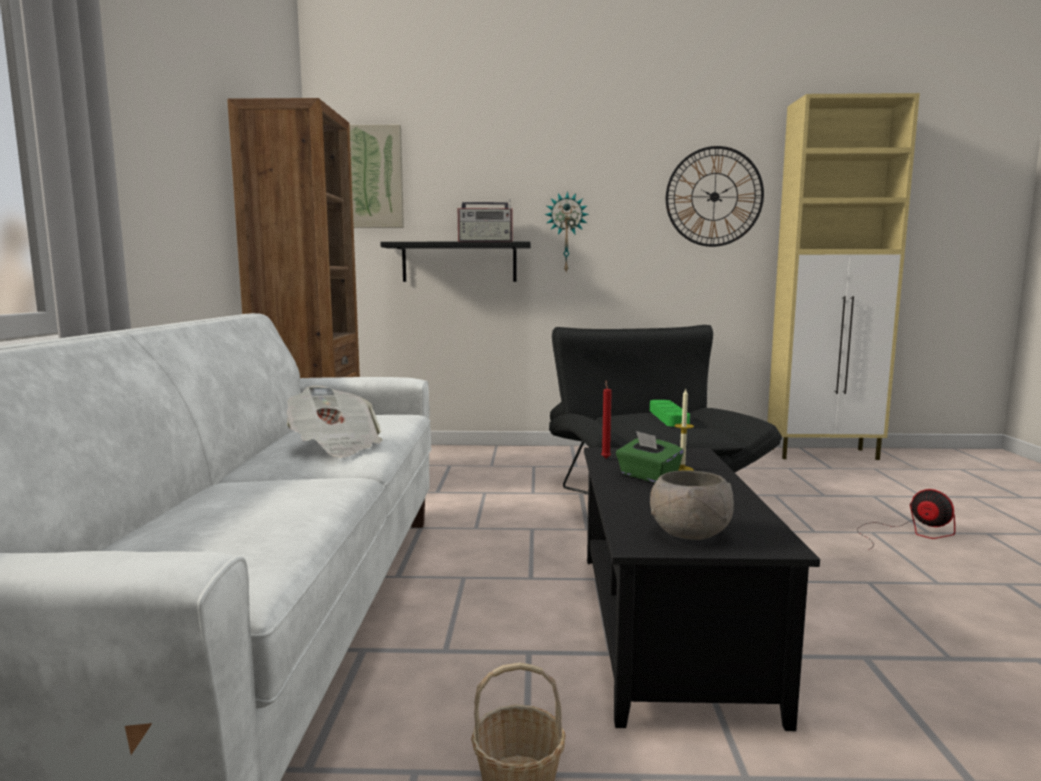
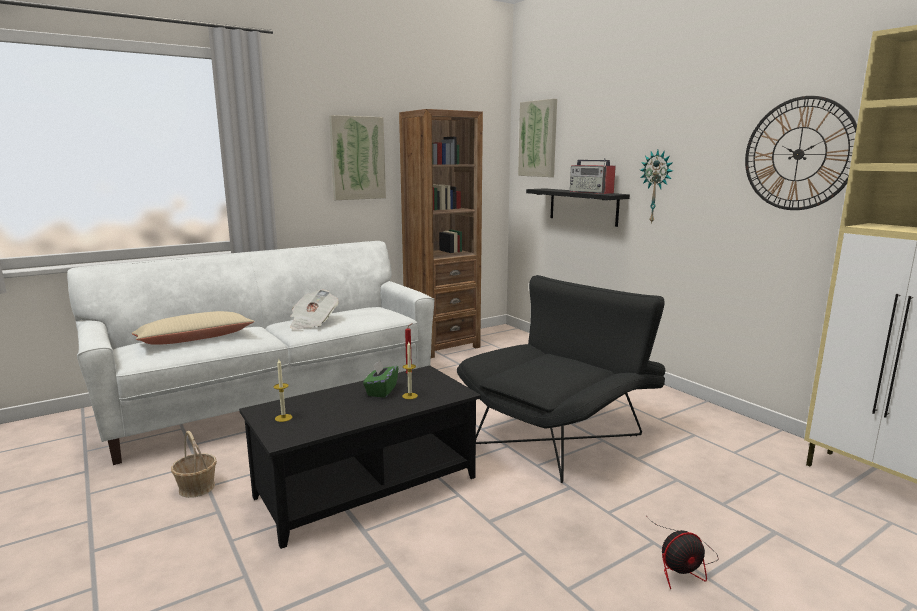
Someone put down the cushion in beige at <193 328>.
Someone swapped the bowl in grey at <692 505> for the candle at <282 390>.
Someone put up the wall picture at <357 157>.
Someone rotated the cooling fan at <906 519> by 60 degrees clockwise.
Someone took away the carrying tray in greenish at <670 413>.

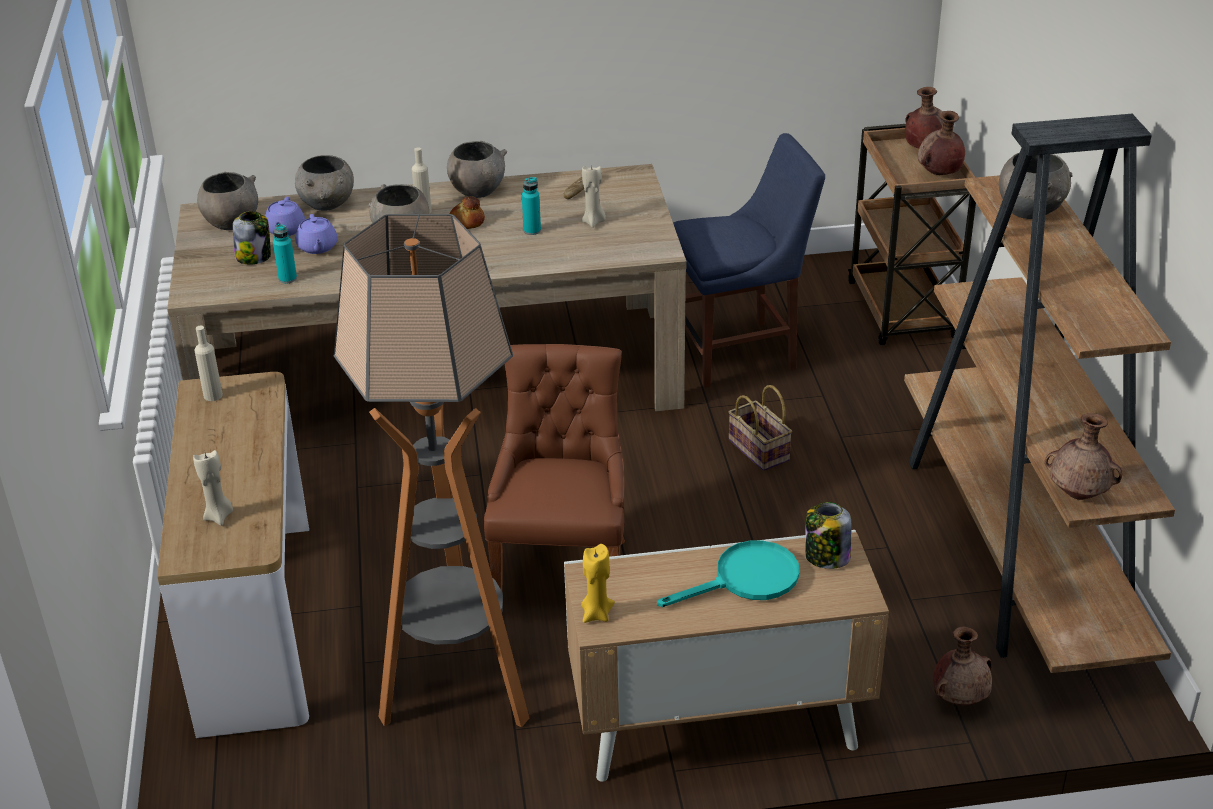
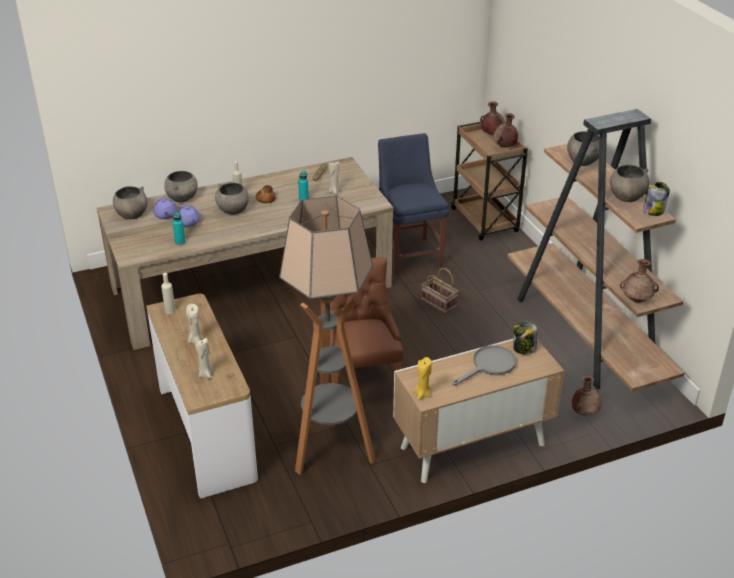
Someone put down the candle in beige at <194 324>.
Someone rotated the chair in blue-coloured at <749 260> by 75 degrees counterclockwise.
Someone repainted the frying pan in turquoise-coloured at <728 573>, which became the frying pan in grey at <484 365>.
Someone carried the bowl in grey from <477 169> to <629 183>.
Someone carried the storage jar from <252 238> to <656 199>.

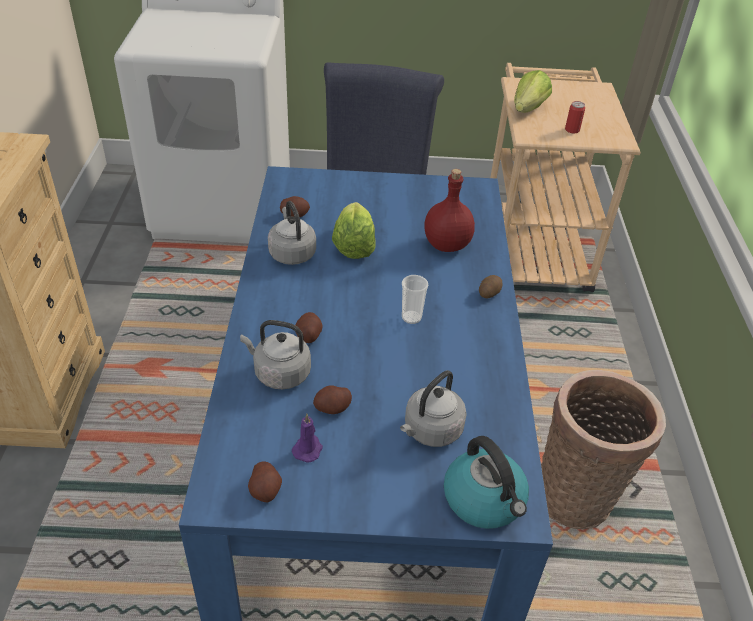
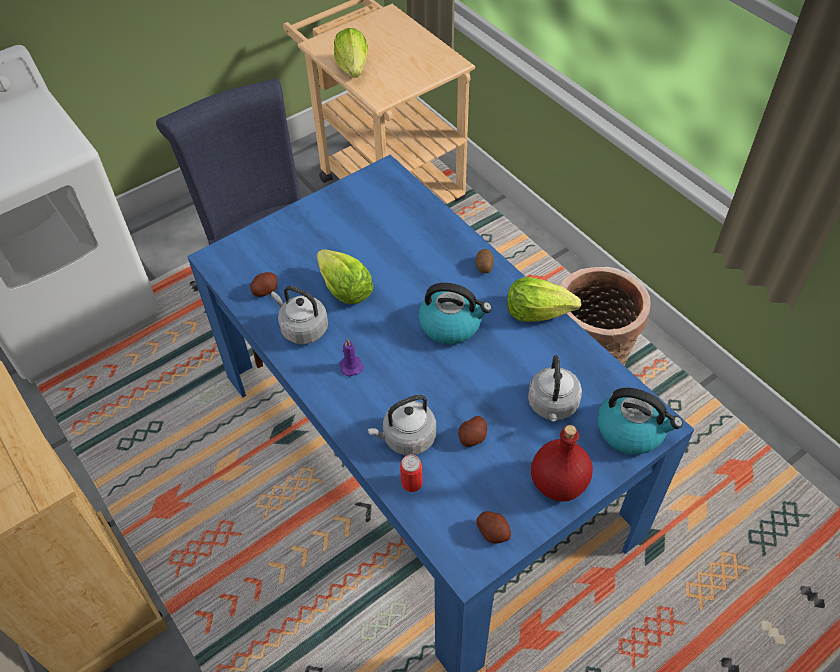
Someone carried the candle in purple from <307 438> to <352 357>.
Someone carried the metal can from <575 117> to <411 473>.
Someone swapped the small cup at <415 299> for the kettle at <455 314>.
Someone put down the lettuce at <544 299>.
Someone carried the beverage bottle in red-coloured from <449 210> to <562 463>.
Someone took away the potato at <309 327>.

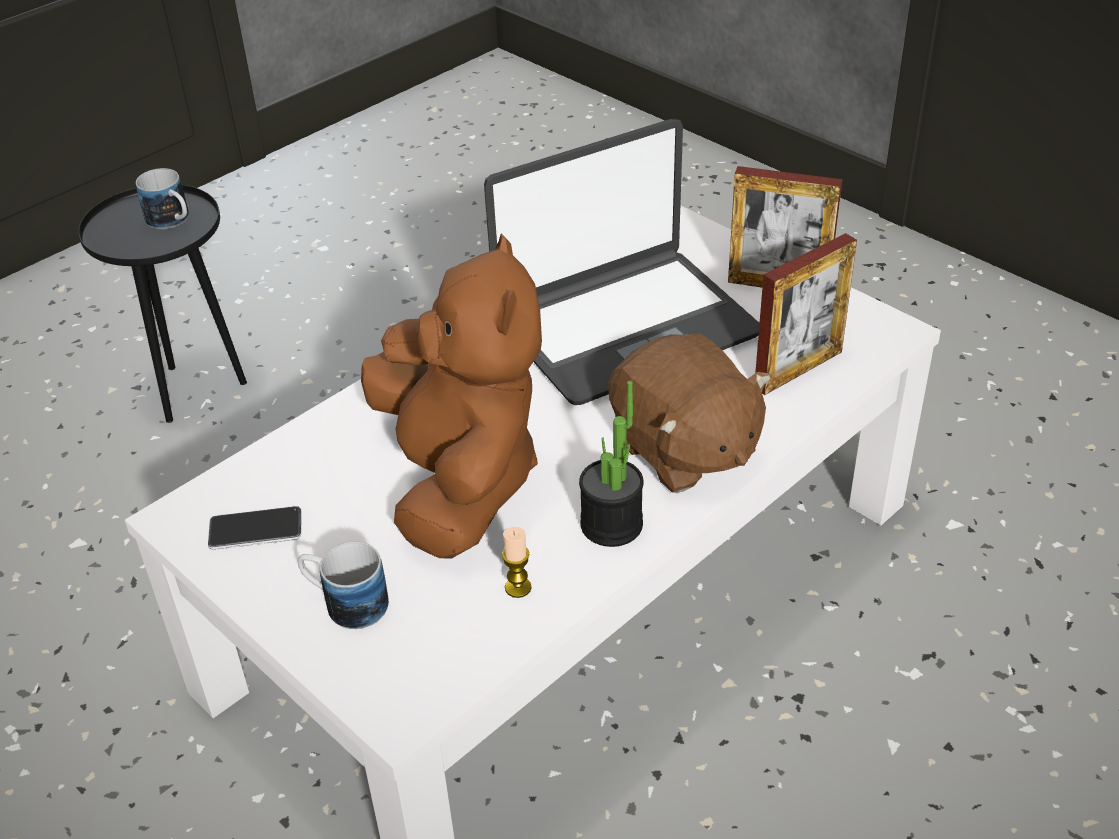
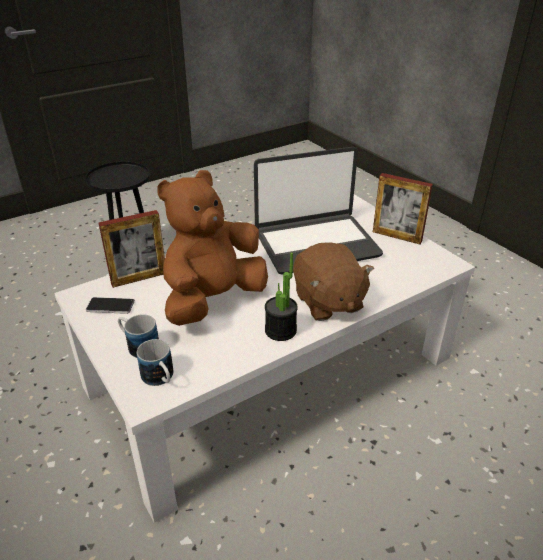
Someone carried the picture frame from <806 314> to <131 249>.
Someone carried the tea mug from <162 198> to <155 362>.
Someone rotated the soft toy in brownish at <451 396> by 135 degrees counterclockwise.
Someone took away the candle at <516 562>.

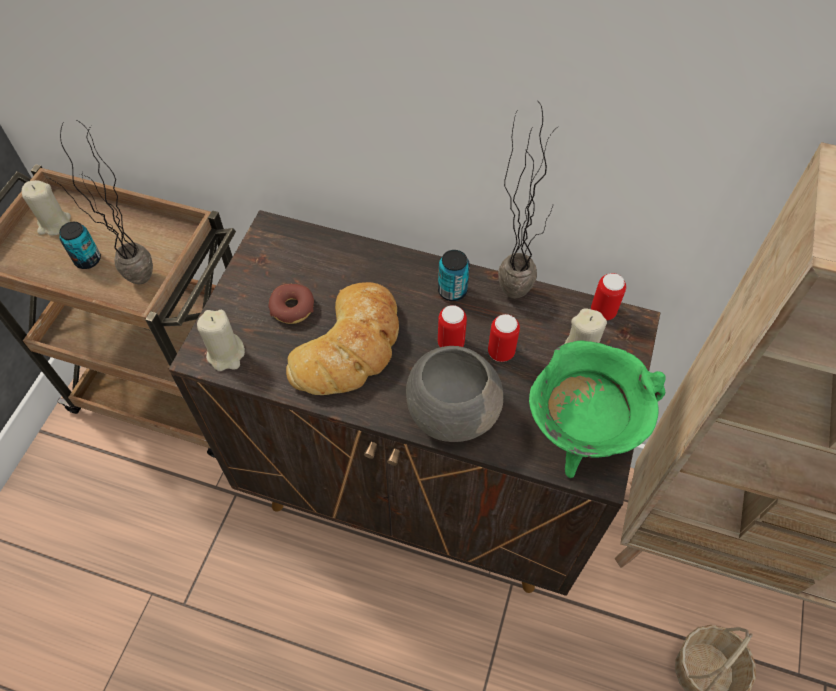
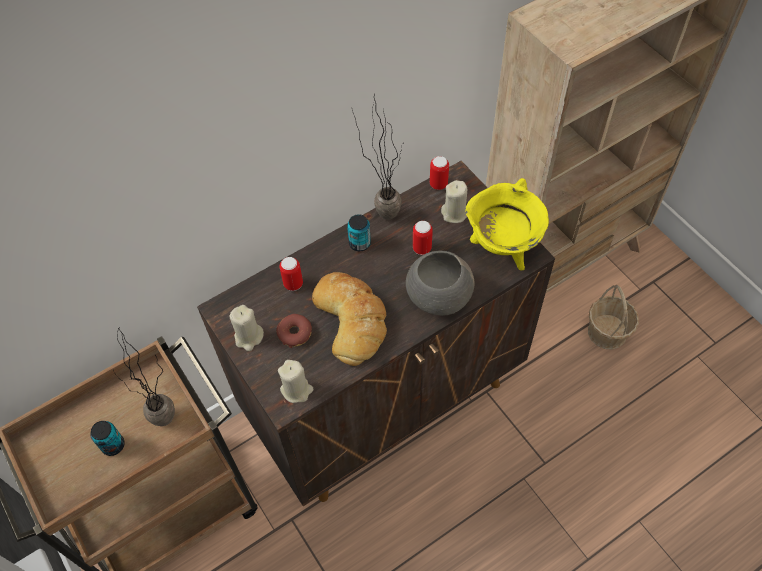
Someone carried the candle in beige from <46 208> to <246 328>.
Someone carried the metal can from <452 326> to <291 274>.
Someone repainted the saucepot in greenish at <597 409>, which became the saucepot in yellow at <507 224>.

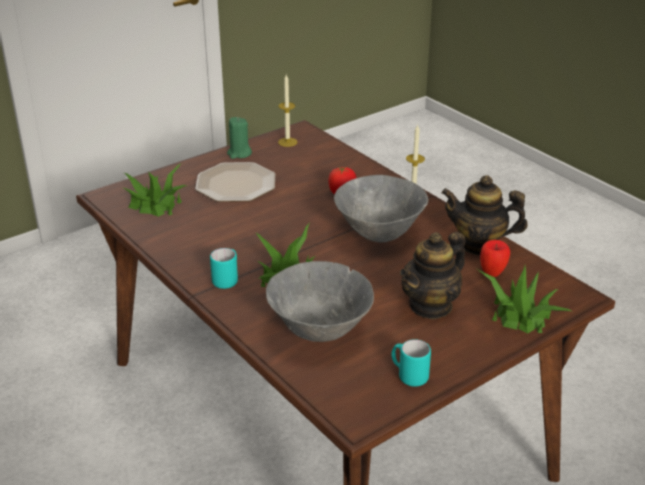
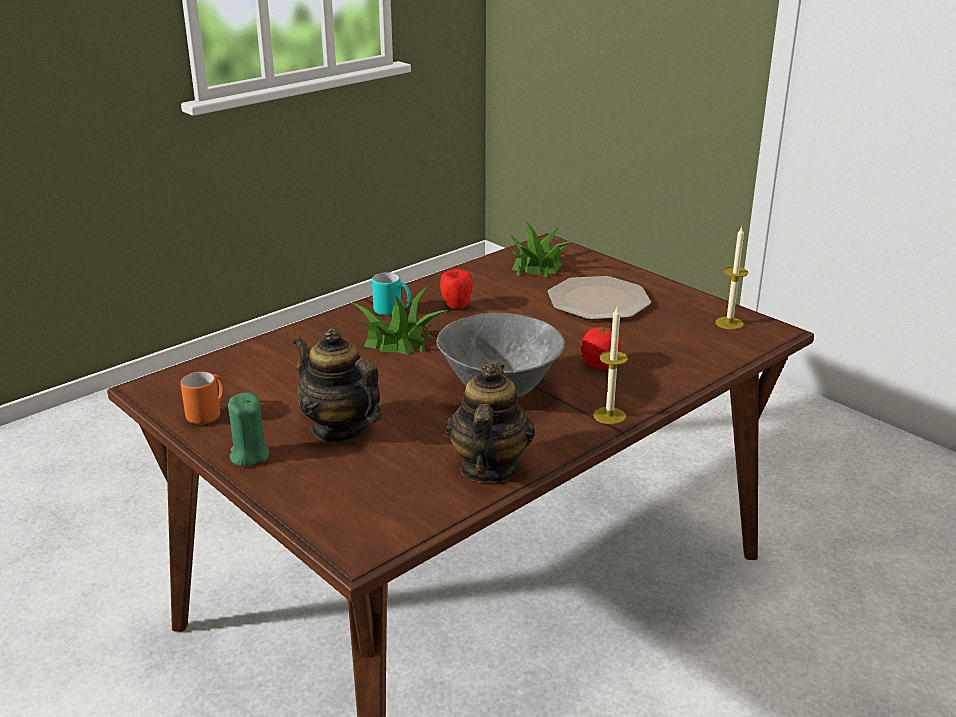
Someone repainted the tea mug in turquoise-coloured at <411 363>, which became the tea mug in orangey at <202 398>.
Someone carried the candle in greenish from <239 138> to <248 429>.
Someone carried the apple from <495 258> to <456 289>.
Someone took away the bowl in grey at <320 301>.
Someone took away the plant in a pot at <524 300>.

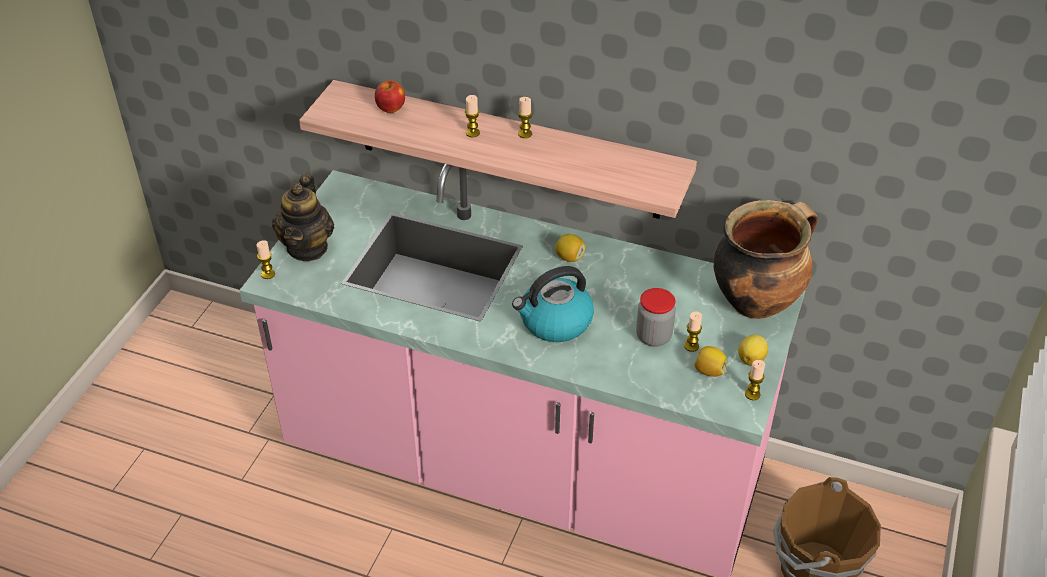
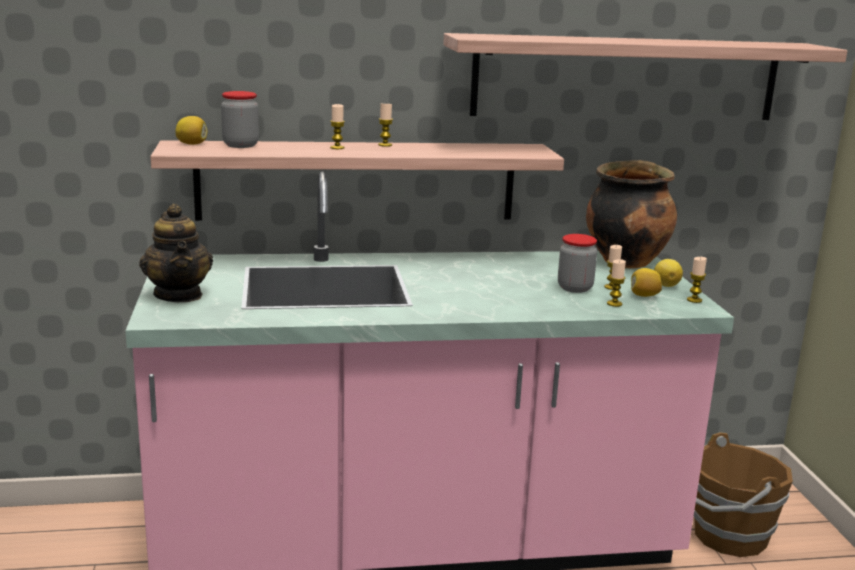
Someone carried the lemon from <570 248> to <191 130>.
Someone swapped the apple at <390 96> for the storage jar at <240 119>.
Someone put up the shelf at <645 76>.
Someone carried the candle from <265 259> to <616 283>.
Someone took away the kettle at <553 304>.

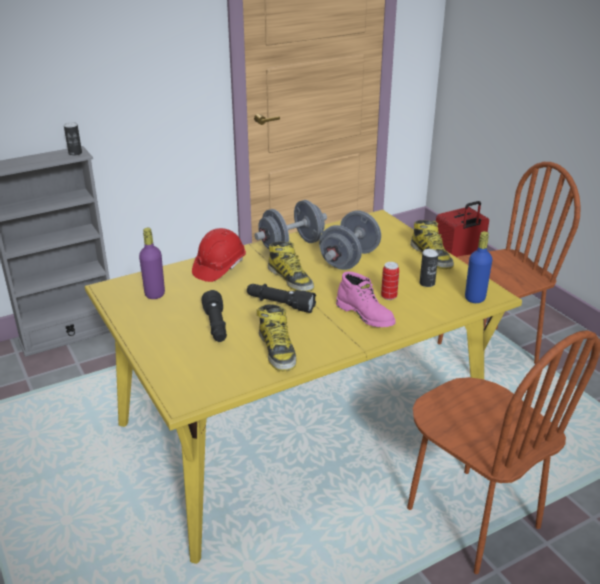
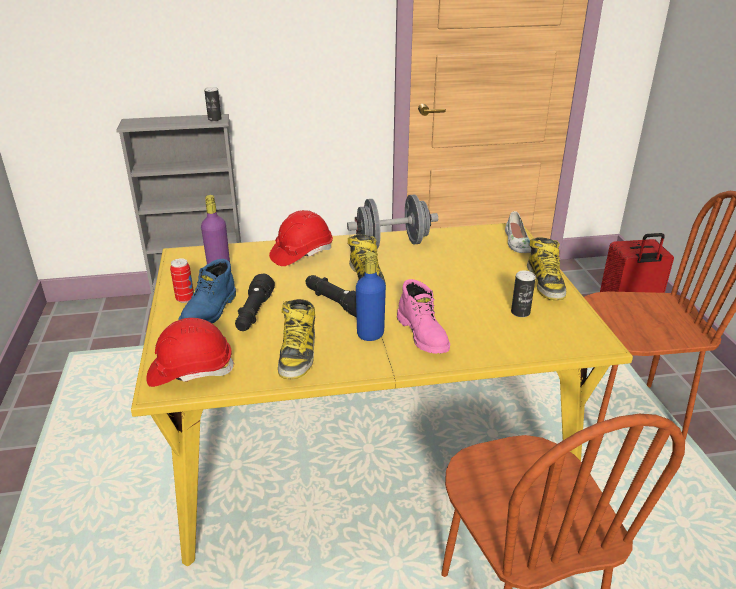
Someone put down the safety helmet in red-coloured at <190 352>.
Someone carried the metal can from <390 281> to <182 280>.
Someone put down the boot in blue-coloured at <207 291>.
Someone carried the beverage bottle in blue-coloured from <478 267> to <371 296>.
Someone put down the low shoe in white at <518 232>.
Someone took away the free weight in grey at <350 240>.

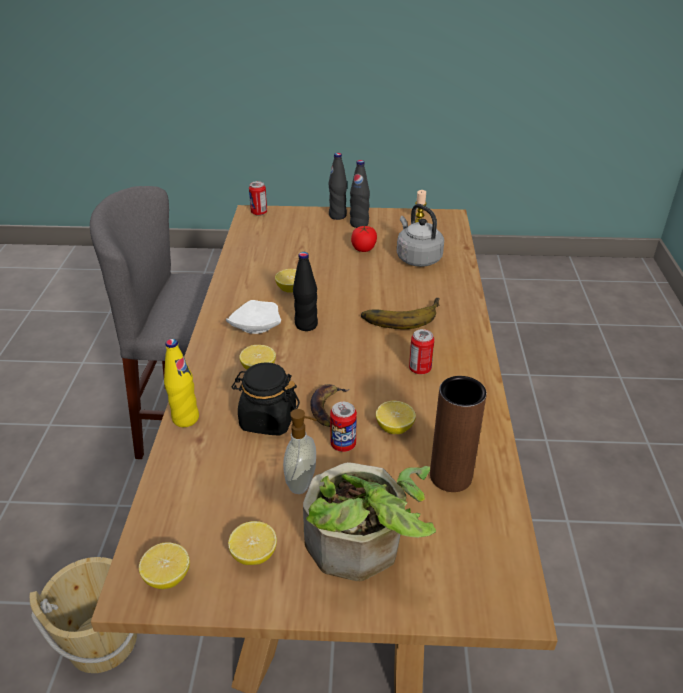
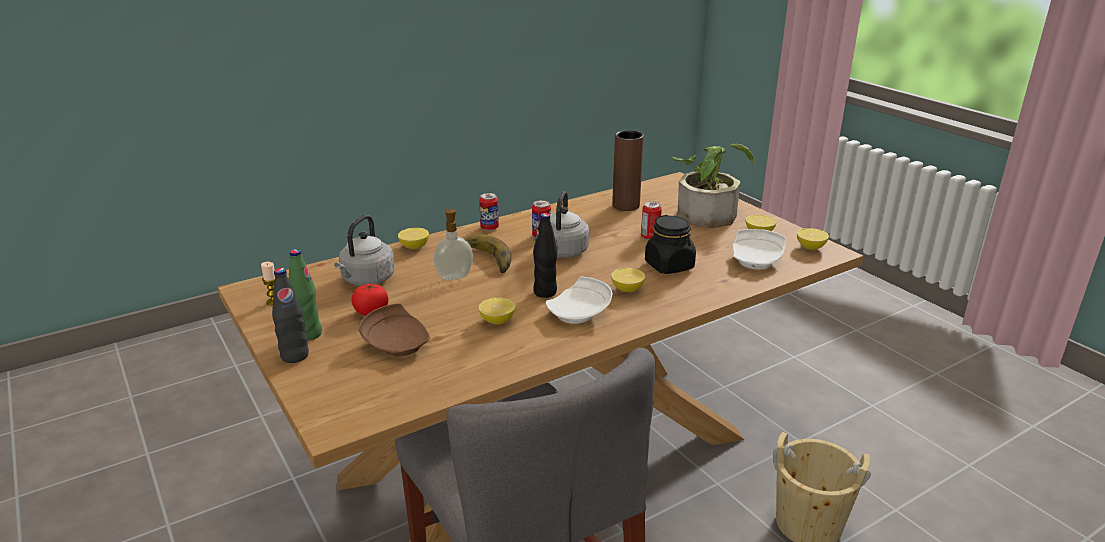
Someone repainted the beverage bottle in blackish at <360 194>, which became the beverage bottle in greenish at <305 295>.
Someone put down the dinner plate in brownish at <394 329>.
Someone carried the lemon from <396 417> to <413 238>.
Someone carried the soap dispenser from <300 451> to <453 244>.
Someone carried the metal can from <258 198> to <489 212>.
Someone put down the kettle in grey at <569 224>.
Someone put down the dinner plate in white at <759 249>.
Someone took away the beverage bottle in yellow at <181 383>.
Someone took away the whole banana at <329 405>.

